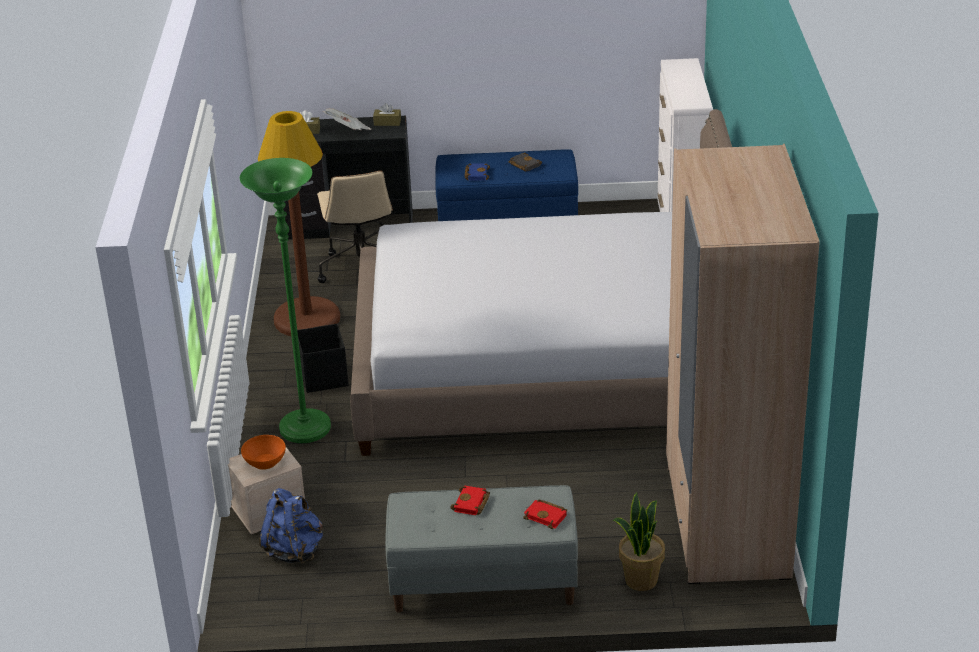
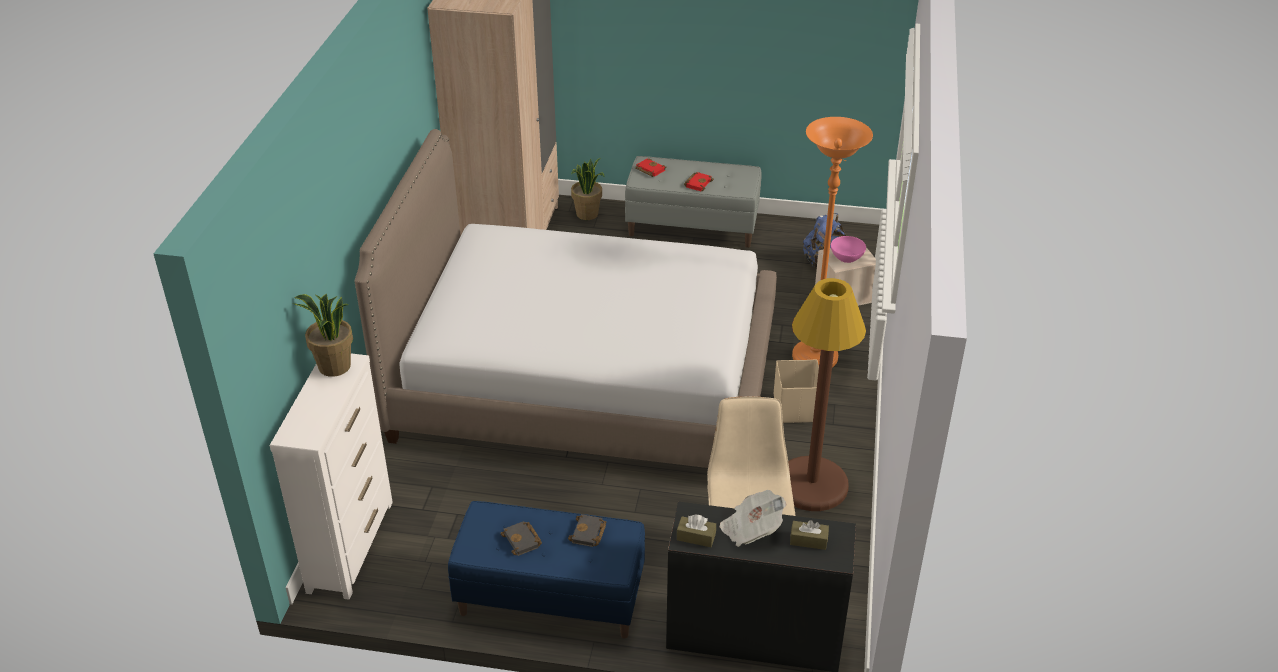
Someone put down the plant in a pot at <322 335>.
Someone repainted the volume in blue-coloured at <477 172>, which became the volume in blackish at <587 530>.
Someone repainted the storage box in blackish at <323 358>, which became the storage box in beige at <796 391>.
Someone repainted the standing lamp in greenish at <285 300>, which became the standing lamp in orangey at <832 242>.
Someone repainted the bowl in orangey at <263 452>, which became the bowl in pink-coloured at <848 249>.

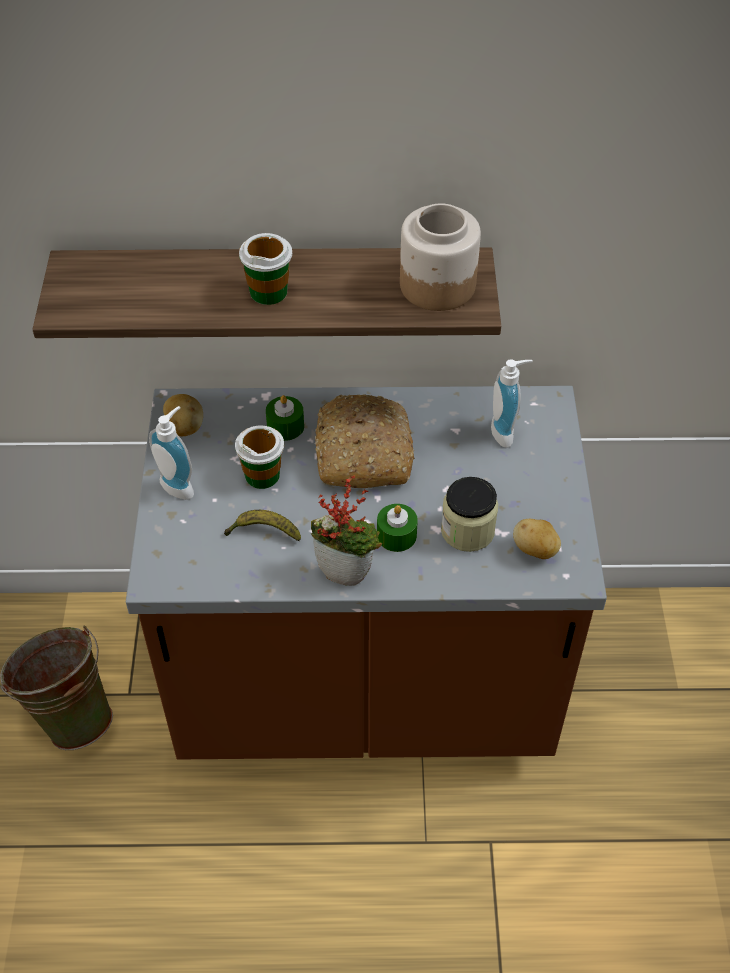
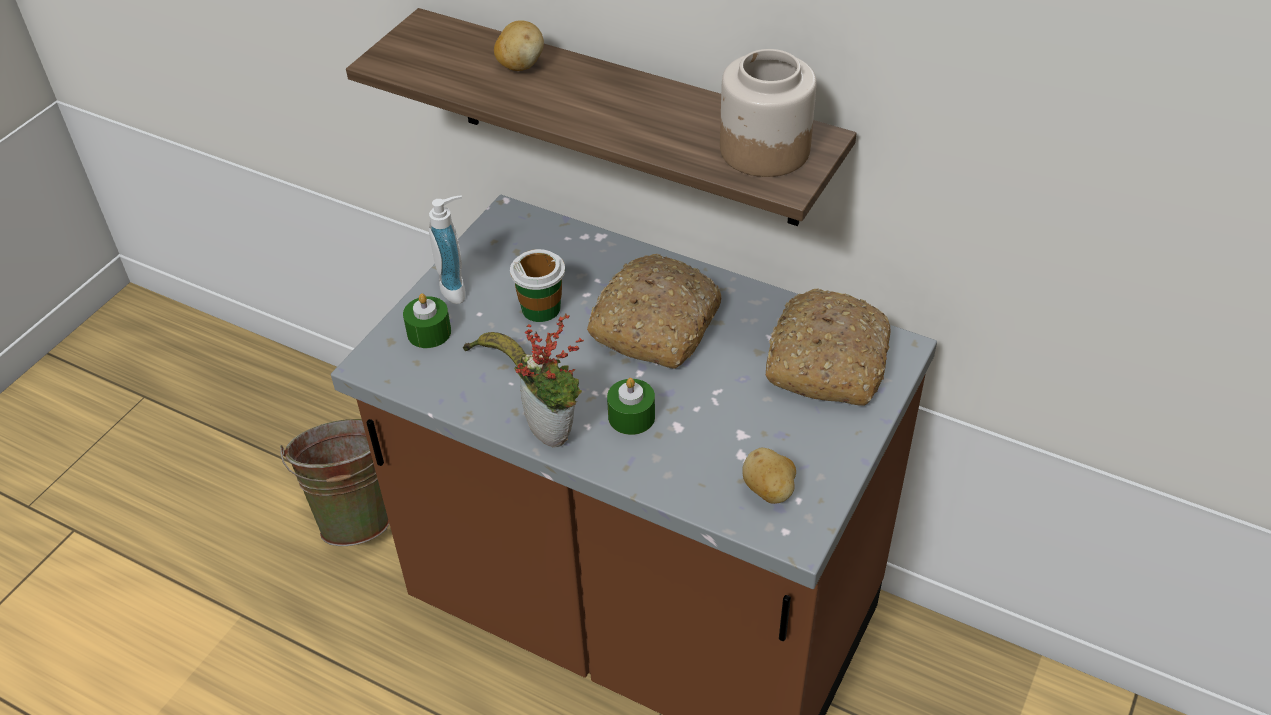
Someone carried the candle in greenish from <285 418> to <427 320>.
Someone carried the potato from <183 415> to <519 45>.
Someone swapped the soap dispenser at <512 403> for the bakery bread at <828 347>.
Someone took away the small cup at <265 269>.
Someone took away the storage jar at <469 514>.

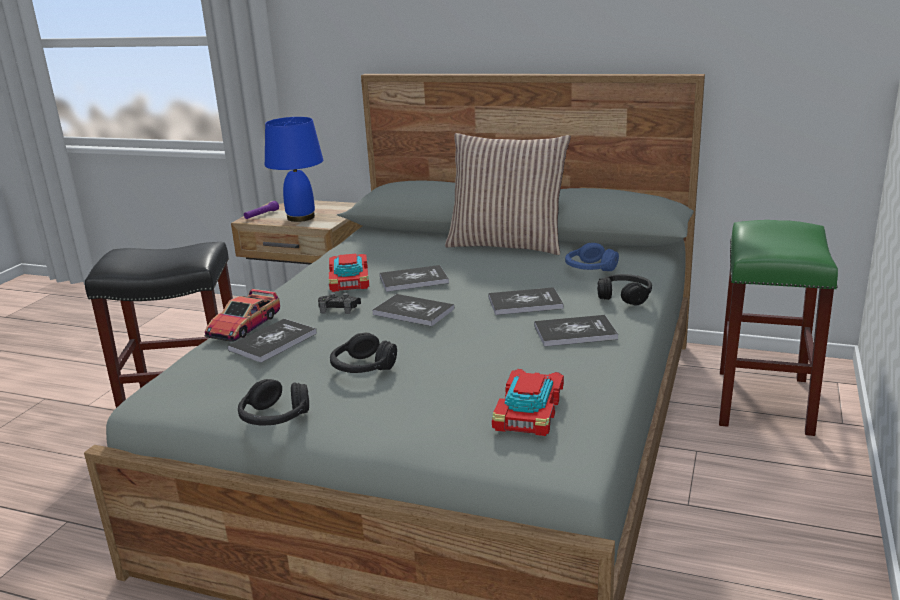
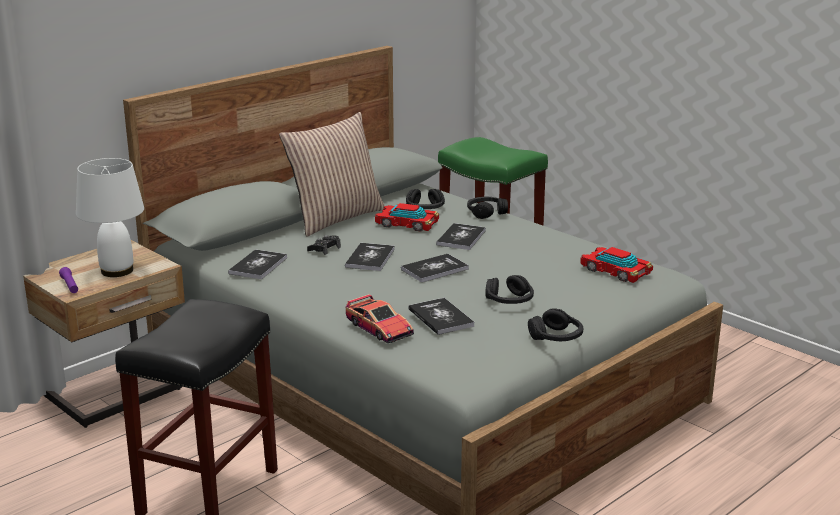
Someone repainted the table lamp in blue-coloured at <294 169>, which became the table lamp in white at <110 217>.
Someone carried the volume from <576 330> to <257 264>.
Someone carried the game controller in blackish from <339 303> to <324 245>.
Someone carried the model car from <349 273> to <407 217>.
Someone repainted the headset in blue-coloured at <592 257>, which became the headset in blackish at <425 199>.

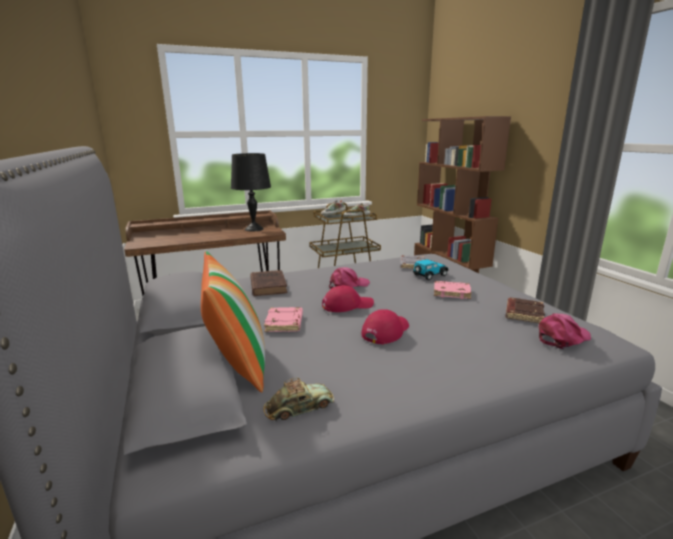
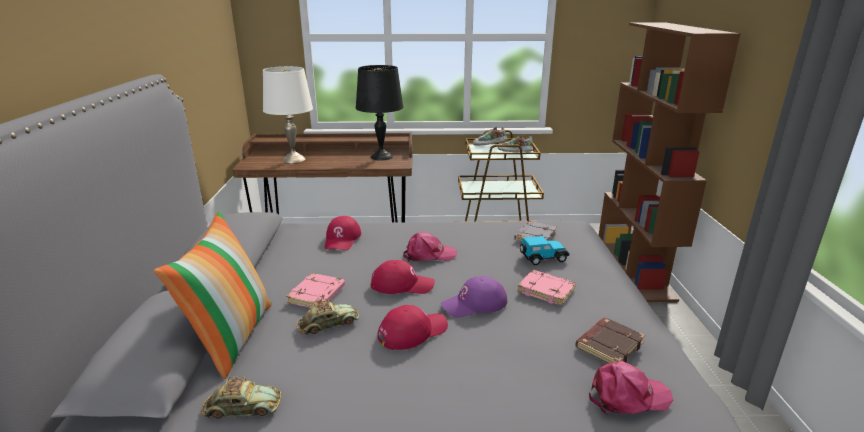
Someone put down the table lamp in white at <288 114>.
Someone put down the model car at <327 316>.
Someone swapped the volume in brownish at <269 283> for the baseball cap in red-coloured at <342 233>.
Someone put down the baseball cap in purple at <474 297>.

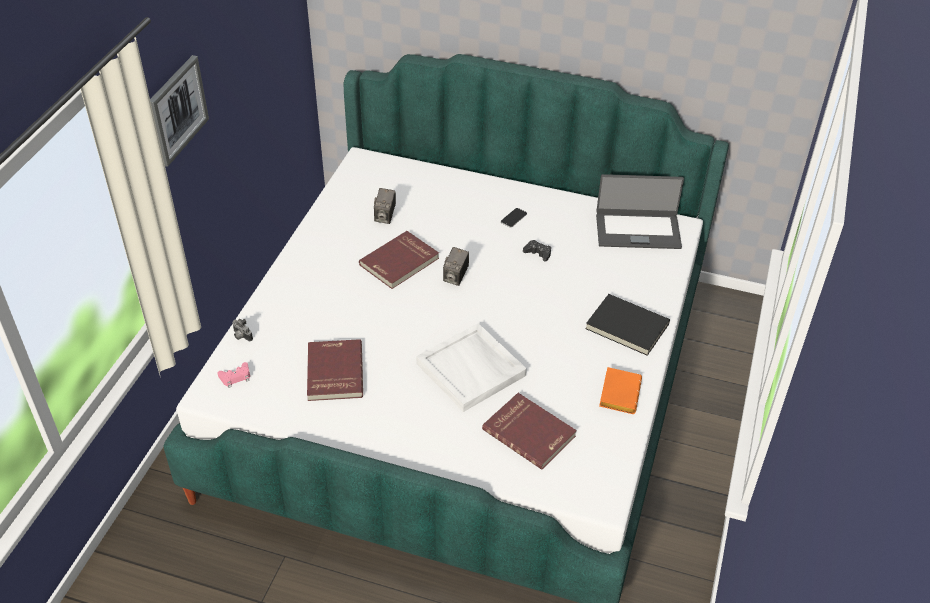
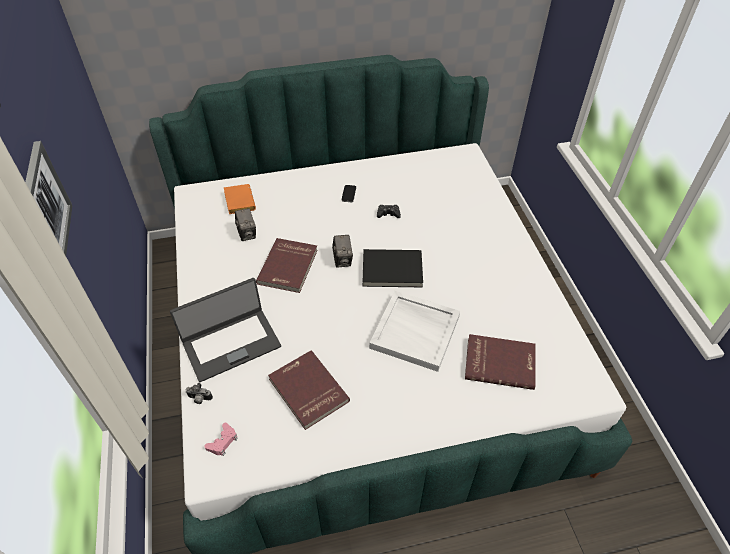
Someone carried the notebook computer from <640 211> to <225 330>.
Someone carried the volume in orangey from <620 390> to <240 199>.
Someone carried the volume in blackish from <627 325> to <393 268>.

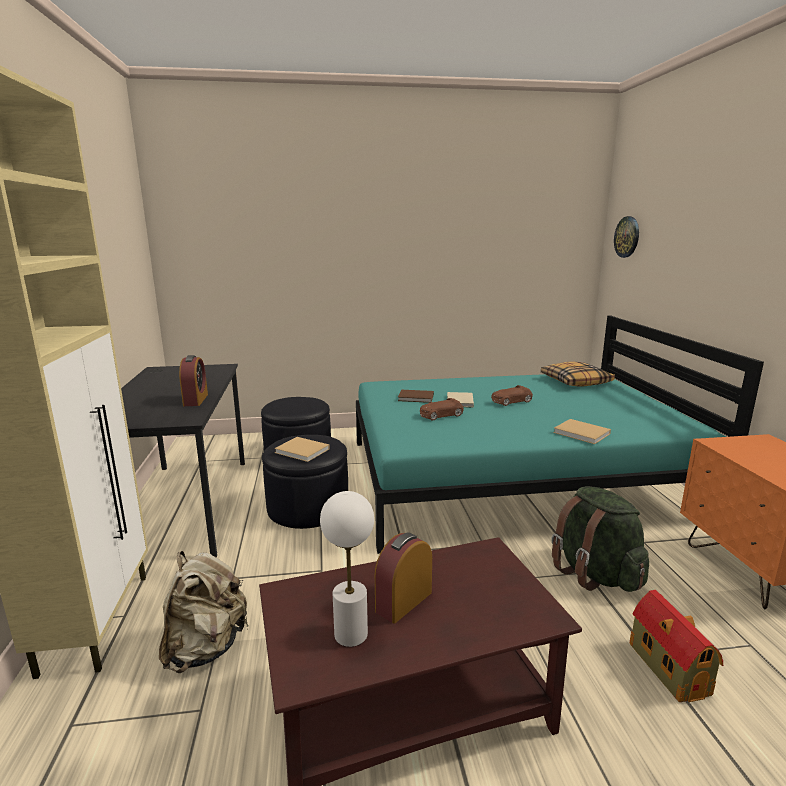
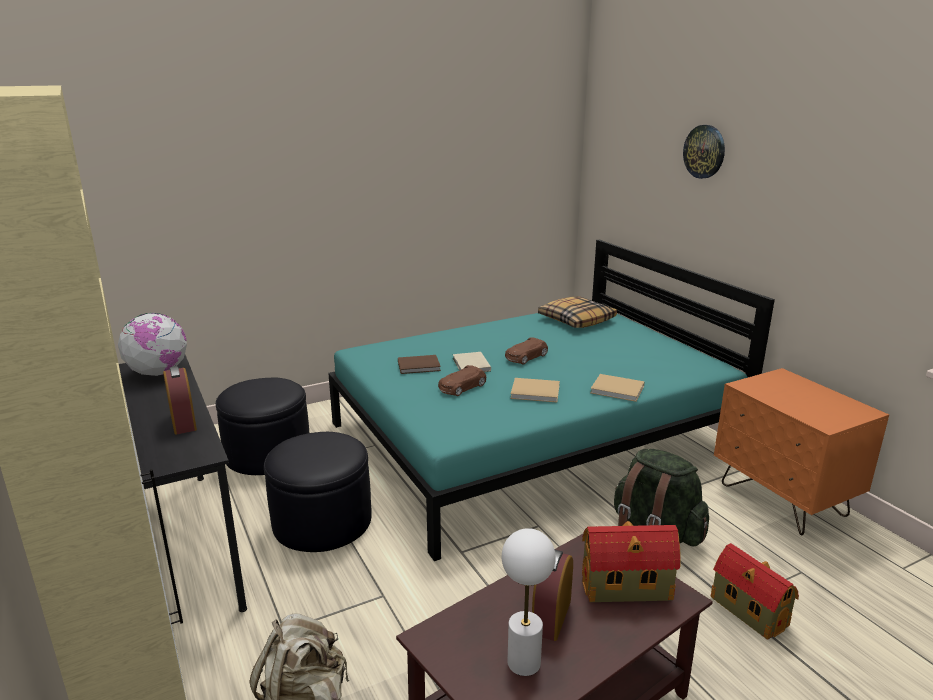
Someone put down the world globe at <152 344>.
Someone carried the volume in beige from <302 449> to <535 390>.
Someone put down the miniature house at <631 561>.
Someone carried the hanging clock from <626 237> to <704 152>.

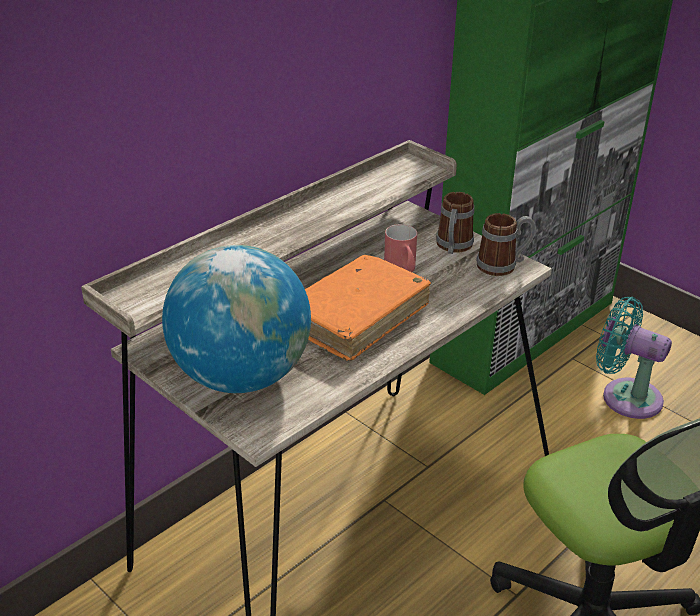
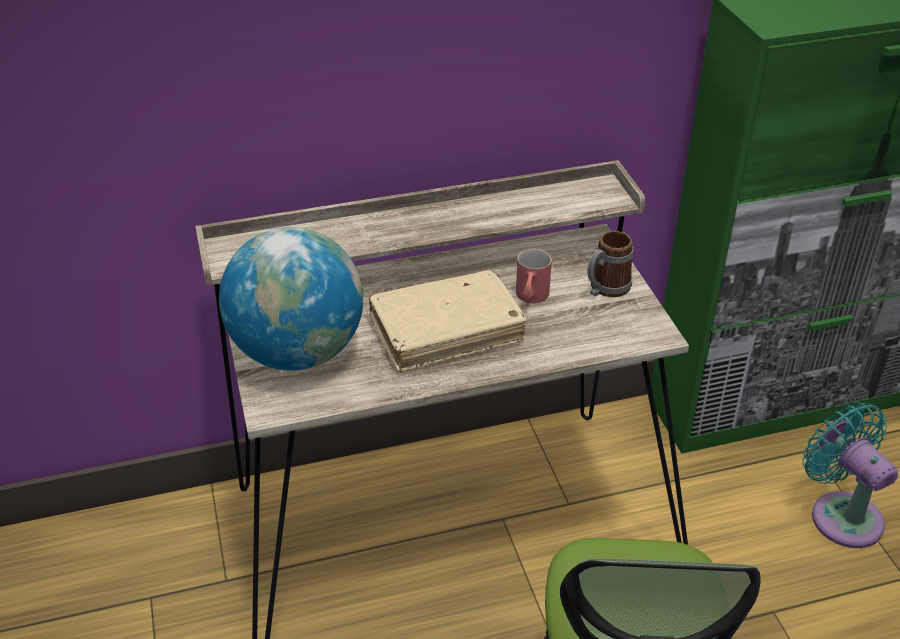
Someone repainted the volume in orangey at <368 308>, which became the volume in beige at <447 321>.
Someone took away the tea mug at <506 244>.

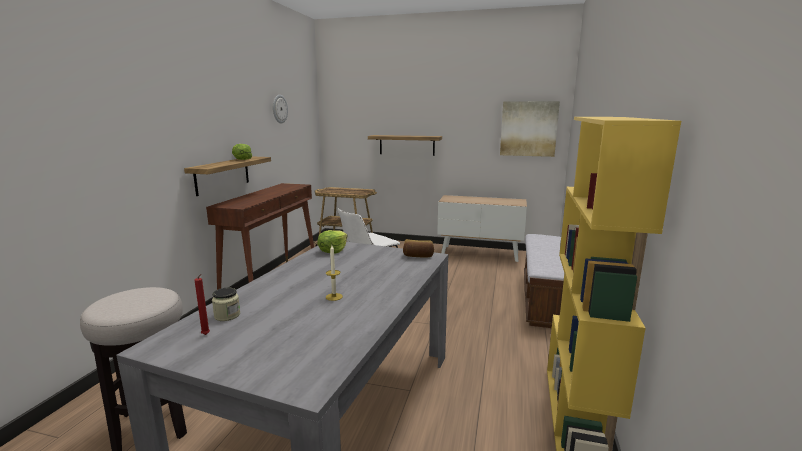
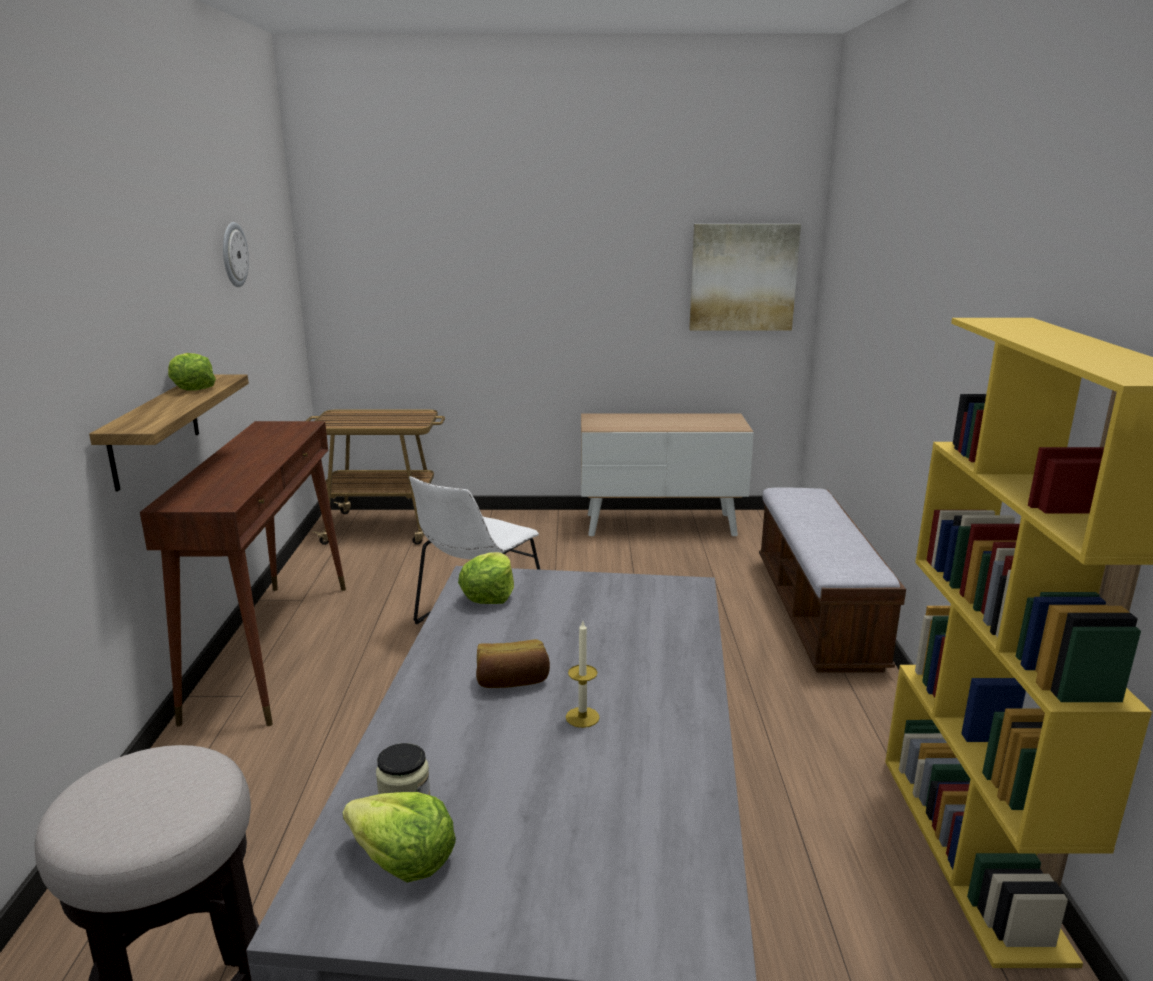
Someone swapped the candle in red-coloured at <202 304> for the lettuce at <399 837>.
Someone carried the bakery bread from <418 248> to <513 663>.
Someone took away the shelf at <405 145>.

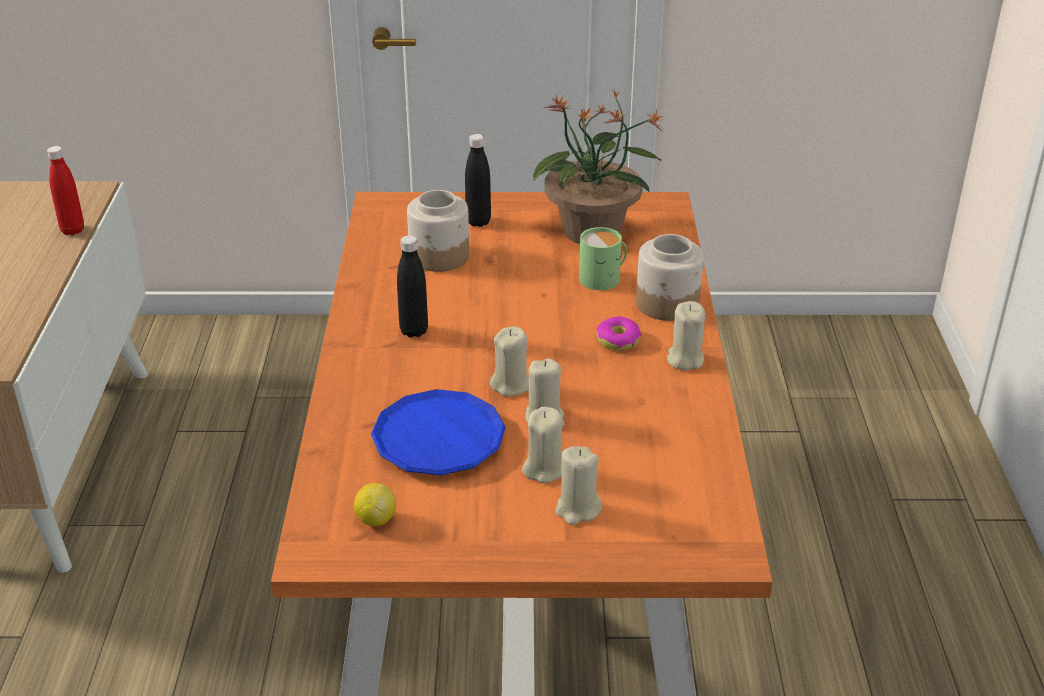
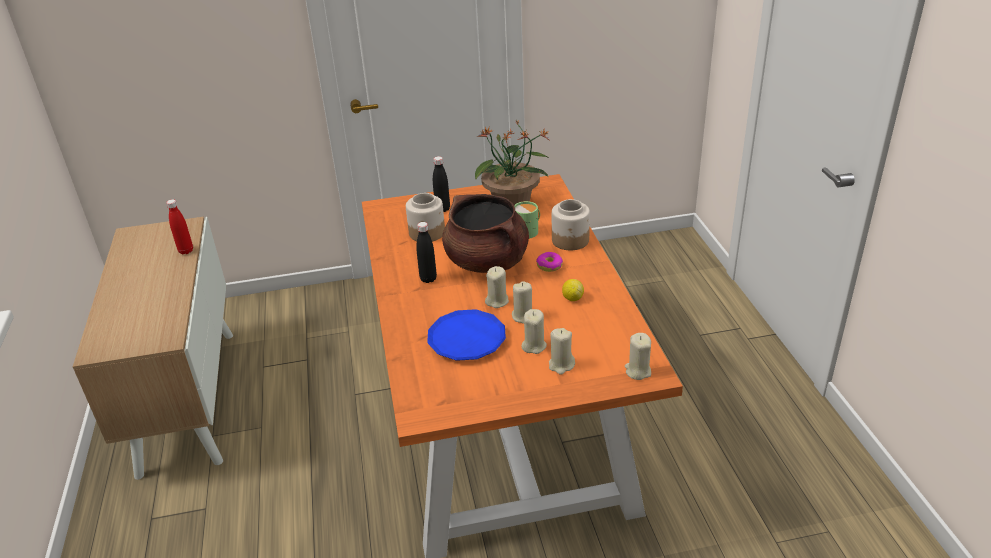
Someone put down the saucepot in brownish at <485 233>.
Someone carried the lemon from <375 504> to <573 290>.
Someone carried the candle in beige from <686 335> to <638 356>.

